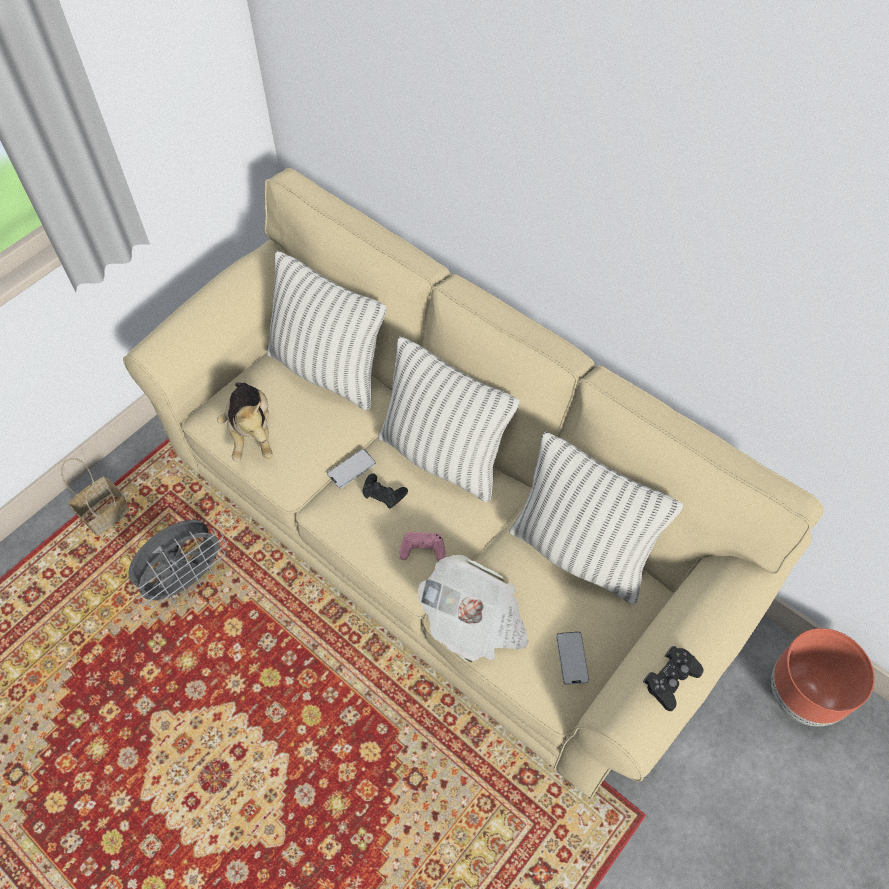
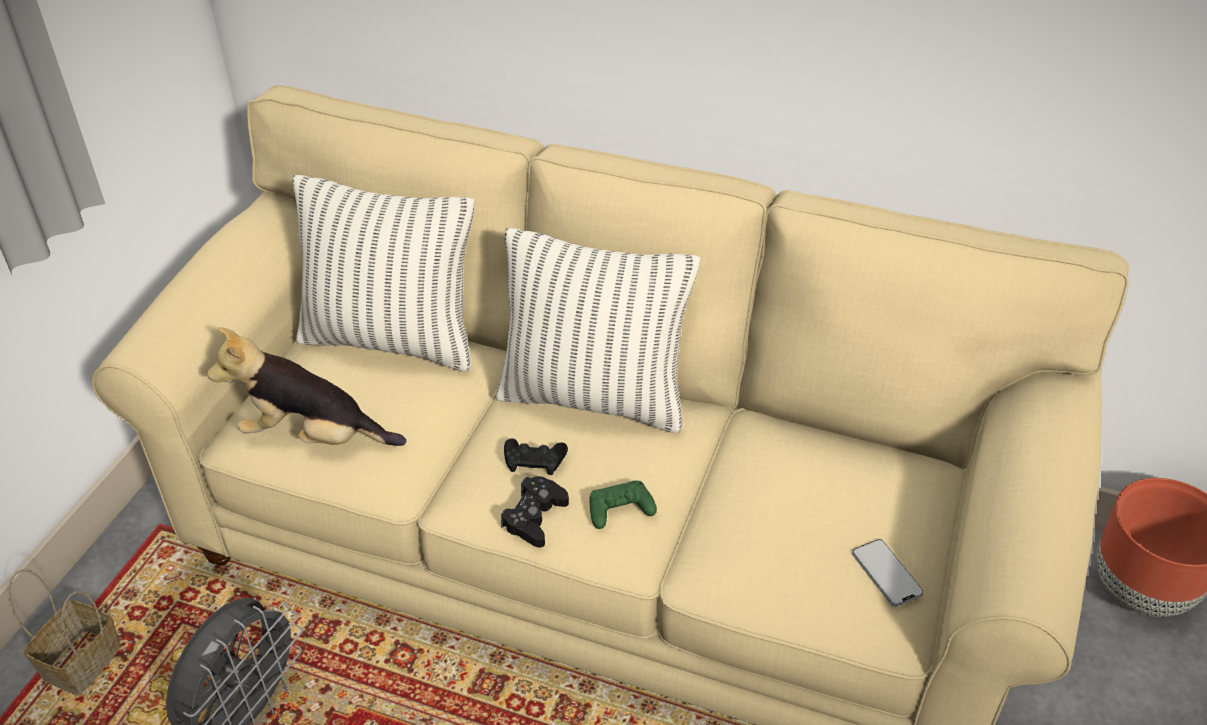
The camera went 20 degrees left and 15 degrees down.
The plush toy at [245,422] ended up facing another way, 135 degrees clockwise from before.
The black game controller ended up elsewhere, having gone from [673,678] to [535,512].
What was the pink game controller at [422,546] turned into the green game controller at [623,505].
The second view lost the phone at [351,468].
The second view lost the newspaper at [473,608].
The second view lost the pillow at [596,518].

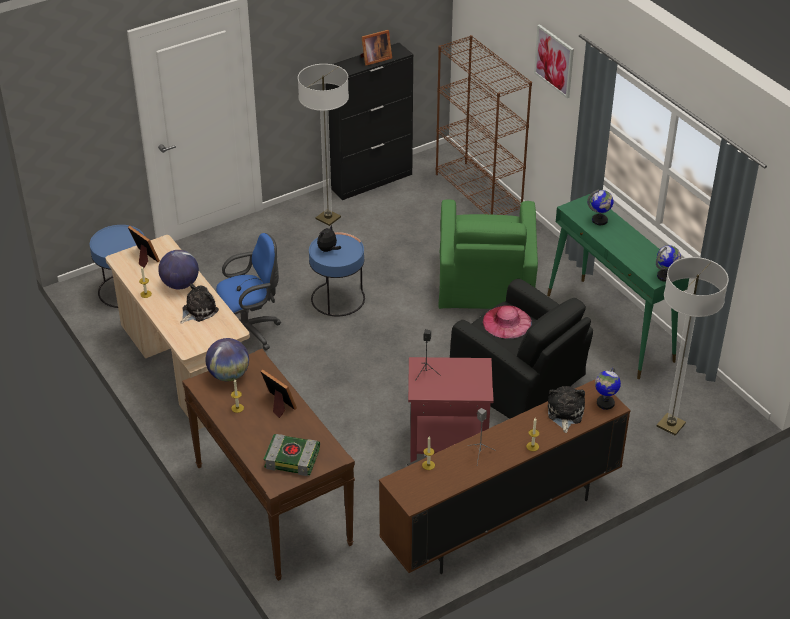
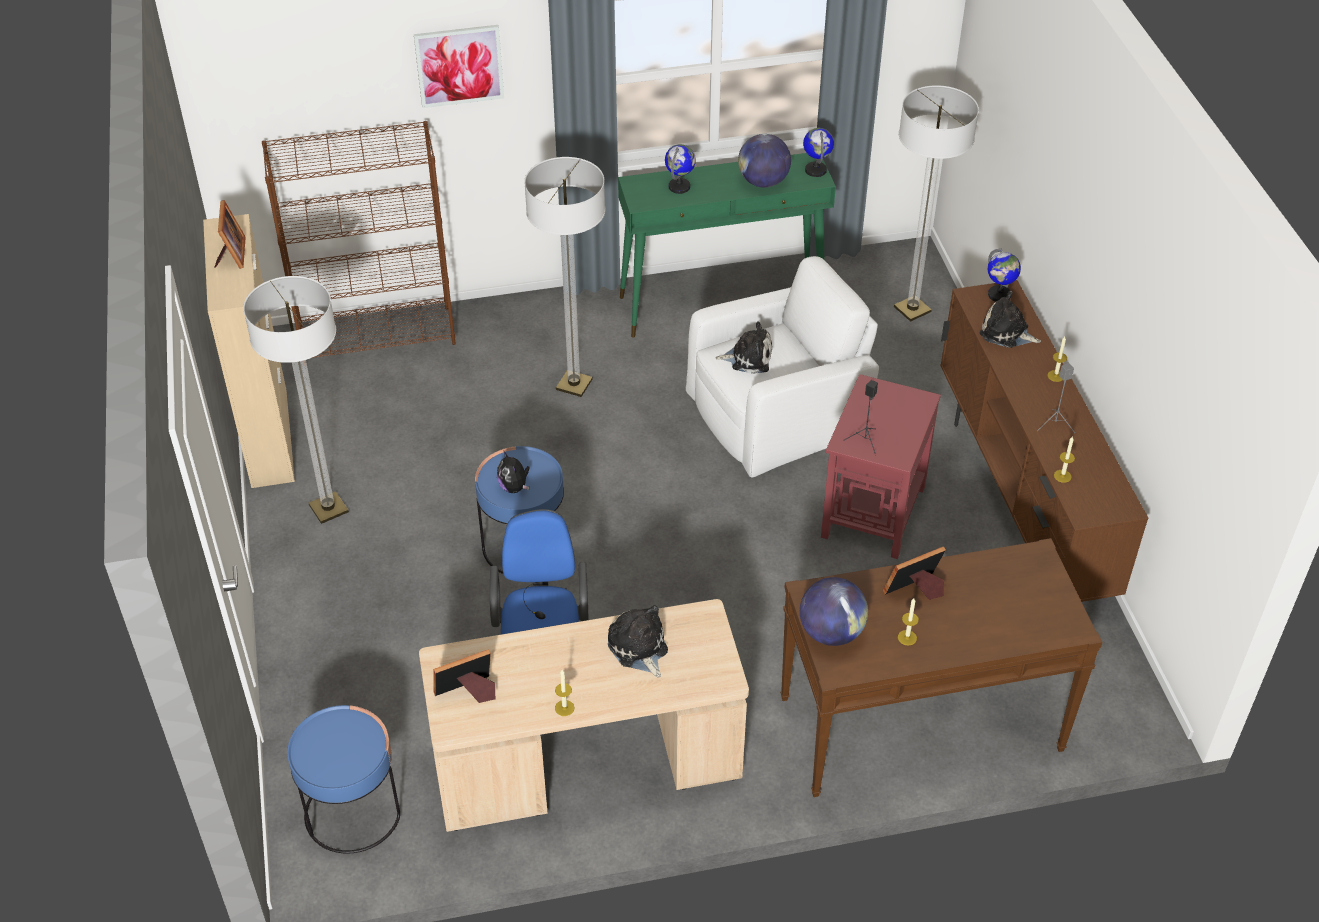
The camera went 70 degrees left and 5 degrees up.
What was the black cabinet at [369,121] turned into the beige cabinet at [249,351].
Where the green armchair stood at [488,254], the floor lamp came to stand at [564,277].
What was the black armchair at [521,349] turned into the white armchair at [782,367].
Where the pink hat stood at [507,322], the plush toy came to stand at [744,347].
The globe ended up elsewhere, having gone from [178,269] to [764,161].
The second view lost the book at [292,455].

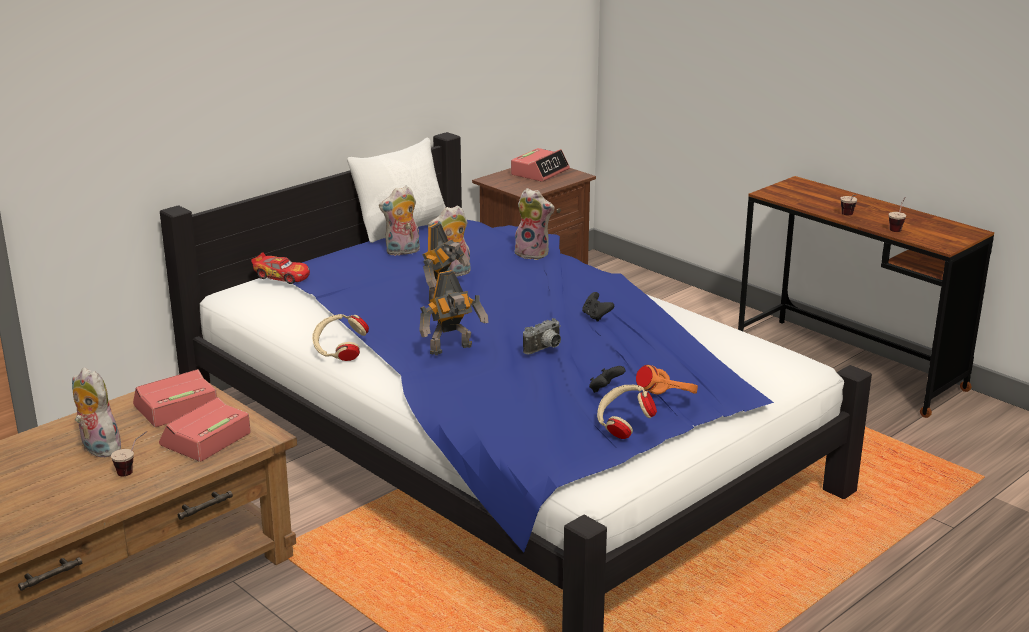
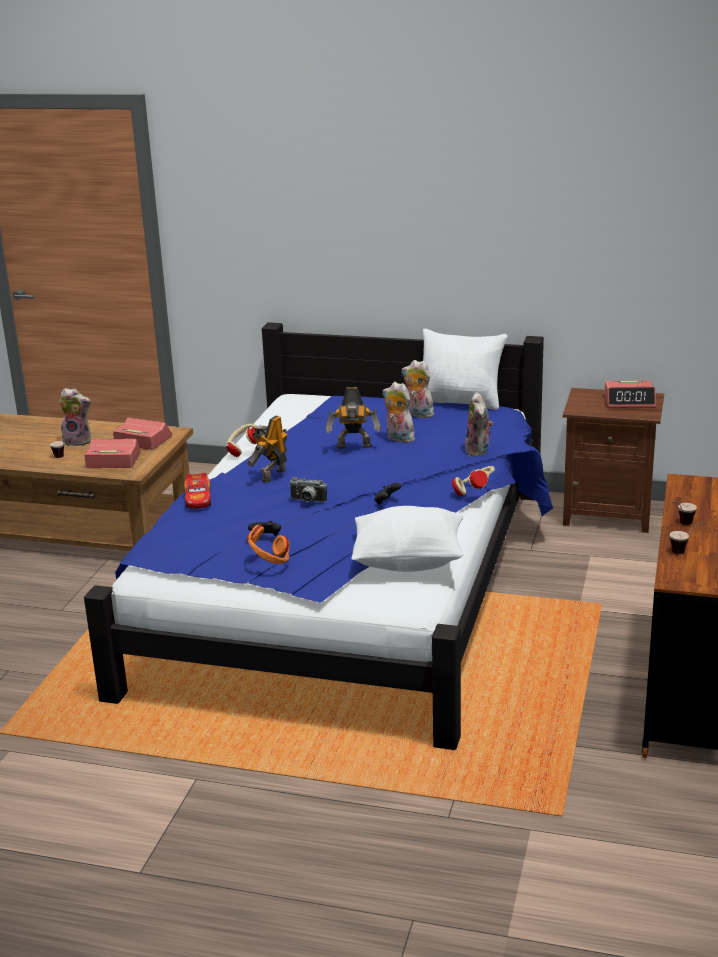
The camera went 60 degrees right and 0 degrees up.
The plush toy at [96,412] ended up facing another way, 90 degrees clockwise from before.
The toy car ended up elsewhere, having gone from [280,268] to [197,491].
The toy robot at [454,312] ended up facing another way, 90 degrees clockwise from before.
The second view gained the white pillow at [407,539].
The beige headphones ended up elsewhere, having gone from [627,412] to [473,481].

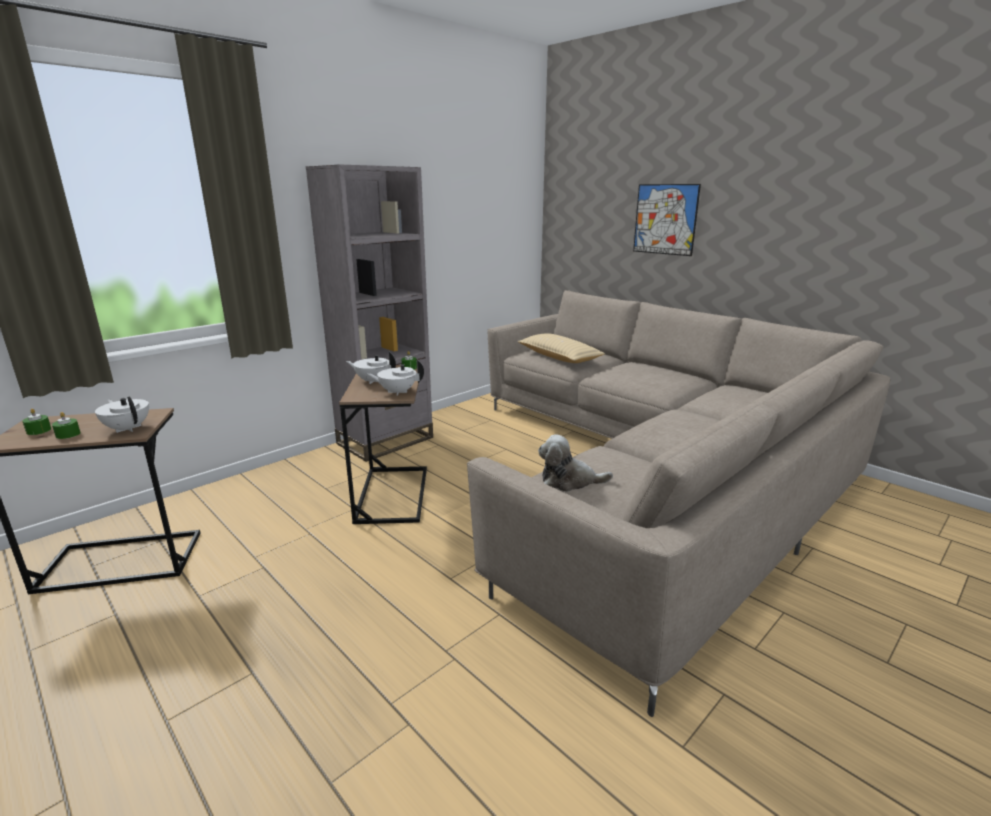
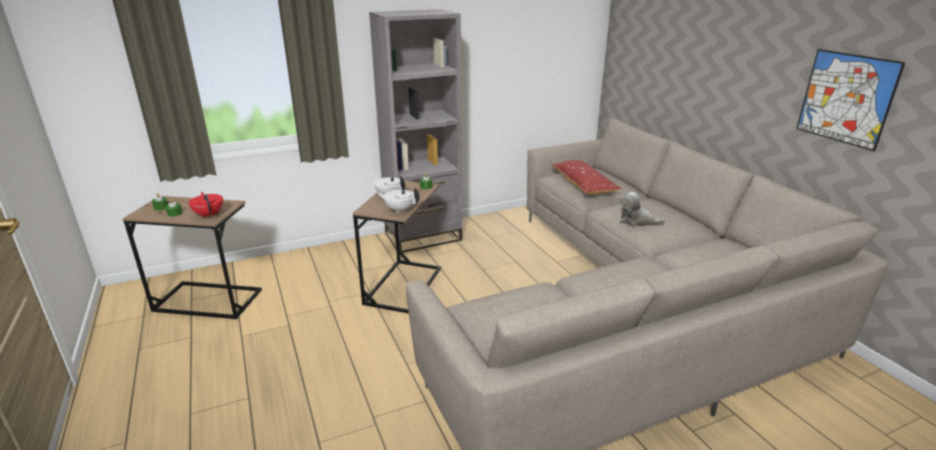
The camera went 20 degrees right and 5 degrees up.
What was the white teapot at [122,414] turned into the red teapot at [206,205].
What was the beige pillow at [561,348] turned into the red pillow at [586,177].
The plush toy ended up elsewhere, having gone from [575,463] to [642,209].
The picture ended up elsewhere, having gone from [667,220] to [850,100].

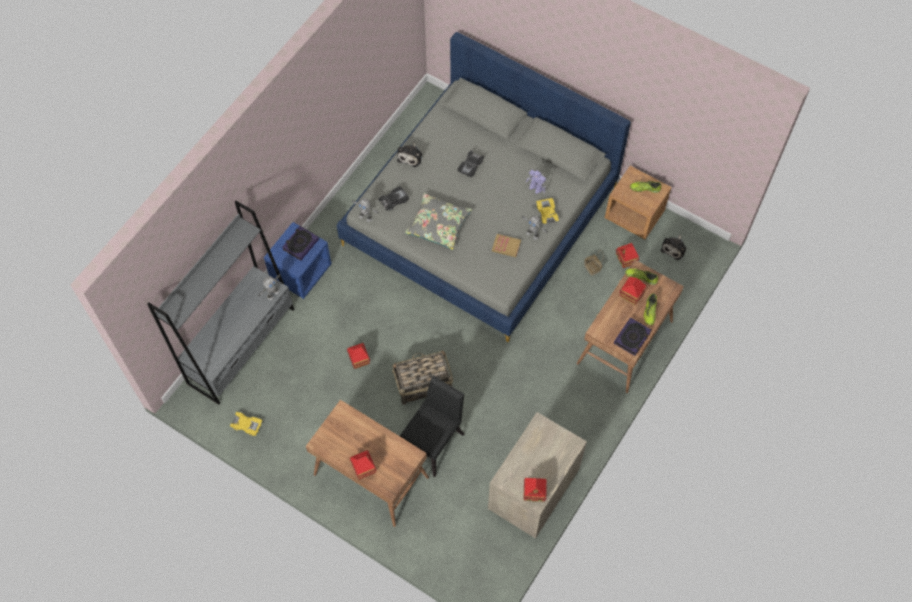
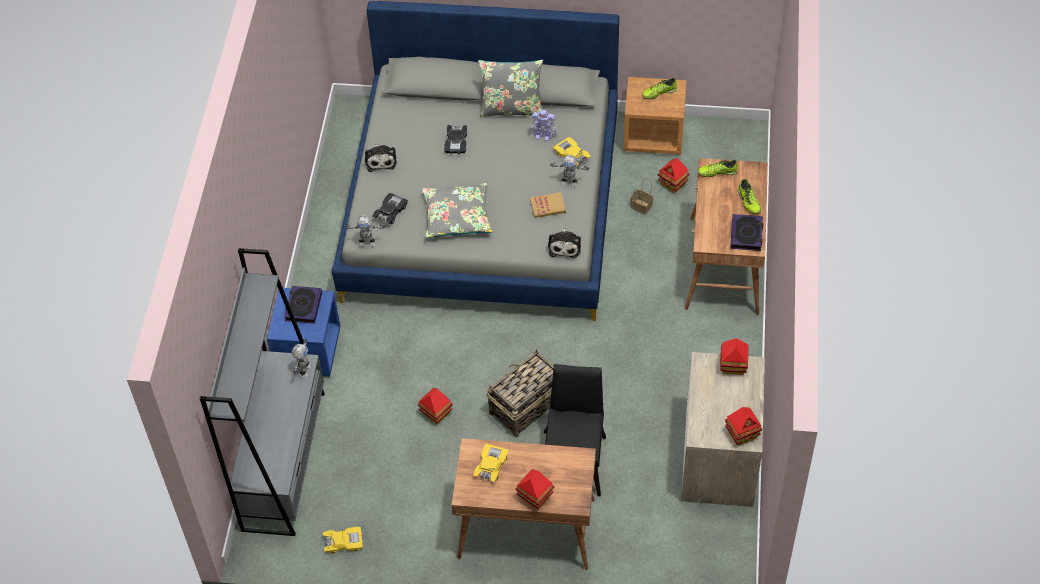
The camera went 25 degrees left and 10 degrees down.
The second view gained the yellow toy car at [490,462].
The second view gained the grey pillow at [510,88].
The plush toy ended up elsewhere, having gone from [673,247] to [564,243].
The toy house ended up elsewhere, having gone from [633,290] to [734,356].

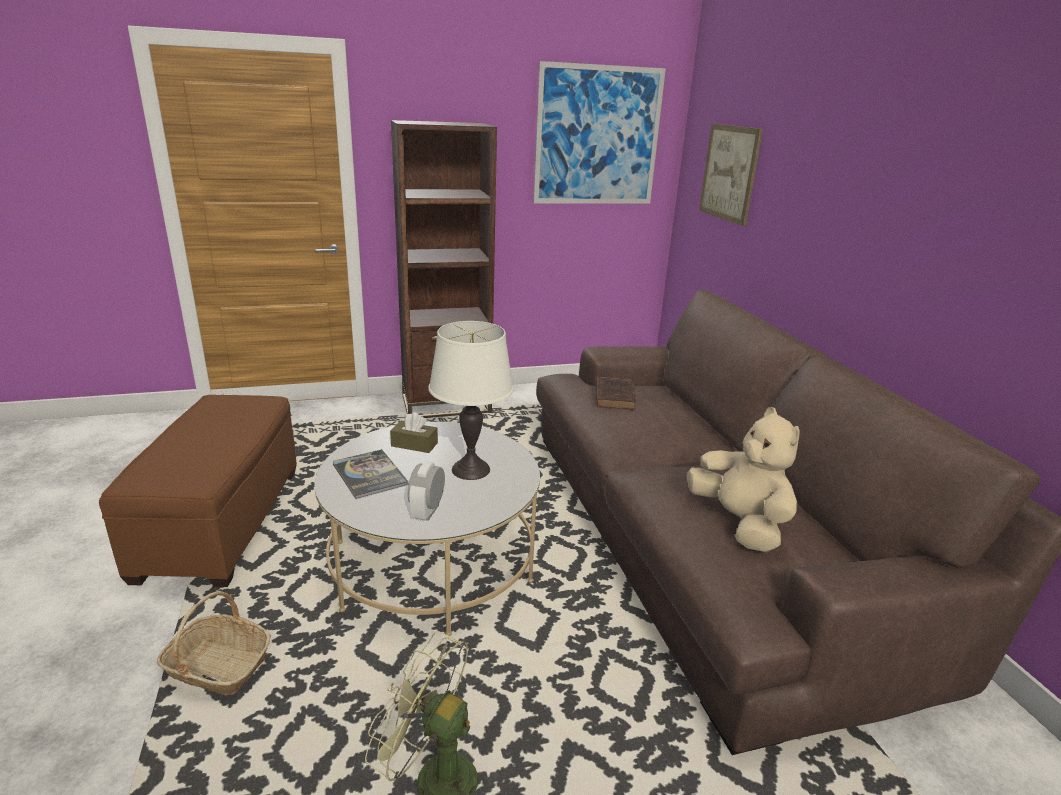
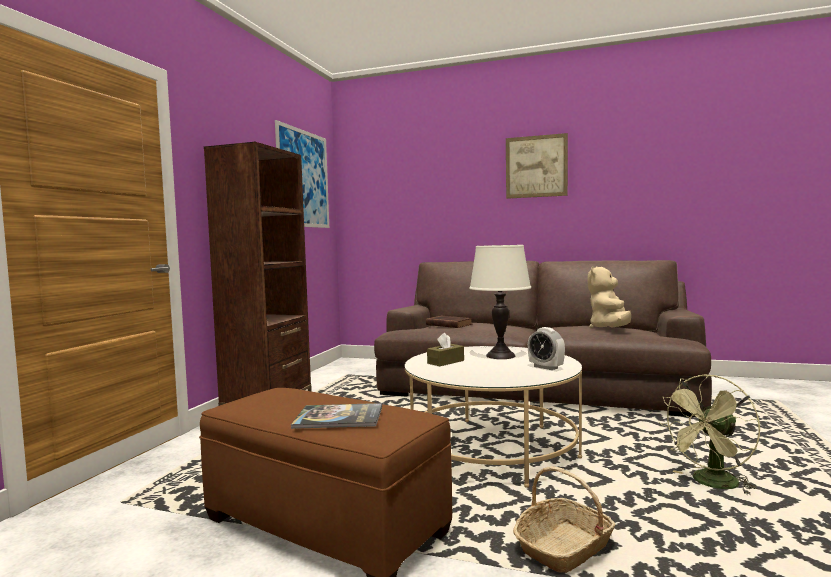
The camera went 55 degrees left and 20 degrees down.
The book ended up elsewhere, having gone from [370,474] to [336,416].
The picture ended up elsewhere, having gone from [731,174] to [537,166].
The beige plush toy at [743,479] ended up facing another way, 75 degrees counterclockwise from before.

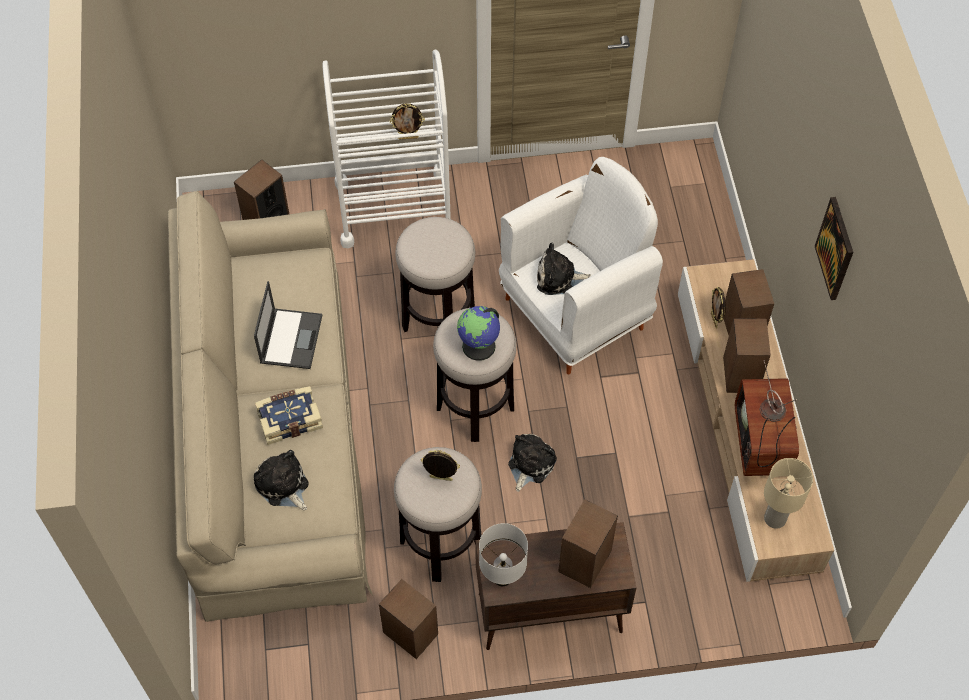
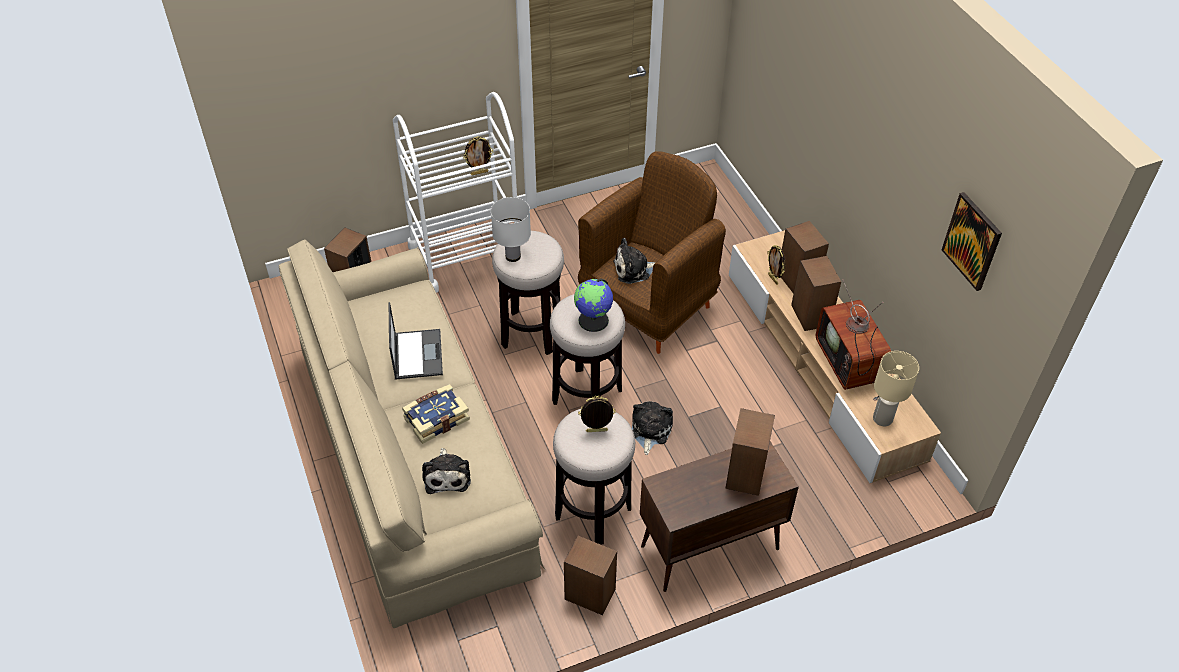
The camera went 15 degrees left and 10 degrees down.
The plush toy at [281,480] ended up facing another way, 135 degrees counterclockwise from before.
The white table lamp ended up elsewhere, having gone from [503,554] to [511,229].
What was the white armchair at [581,266] turned into the brown armchair at [652,253].
The picture ended up elsewhere, having gone from [834,248] to [972,241].

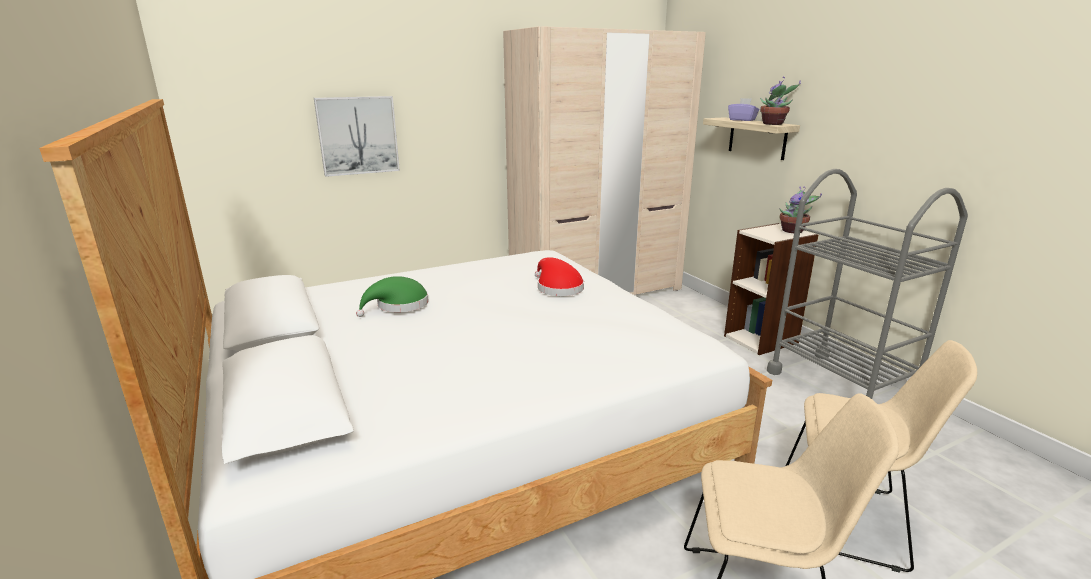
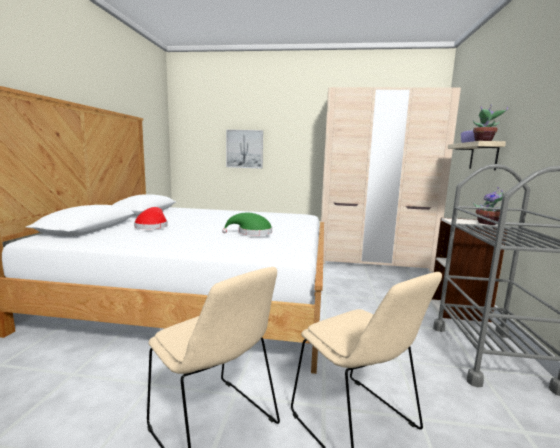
The camera went 35 degrees right and 10 degrees down.
The red hat ended up elsewhere, having gone from [559,276] to [151,218].
The green hat ended up elsewhere, having gone from [392,296] to [247,224].

